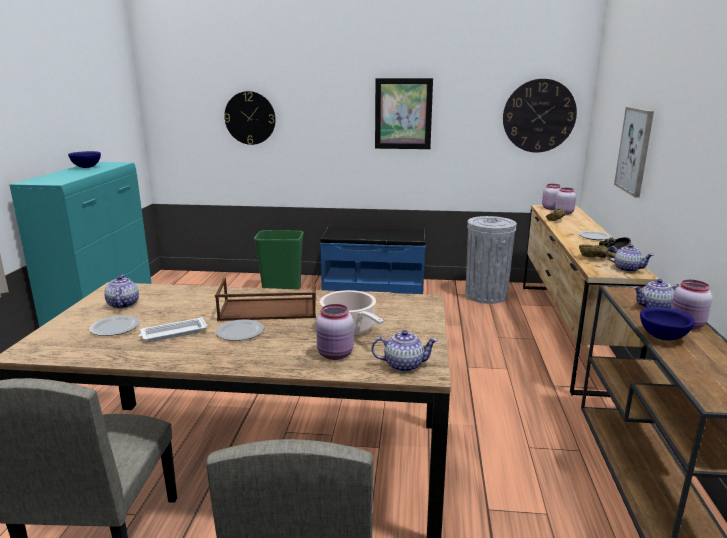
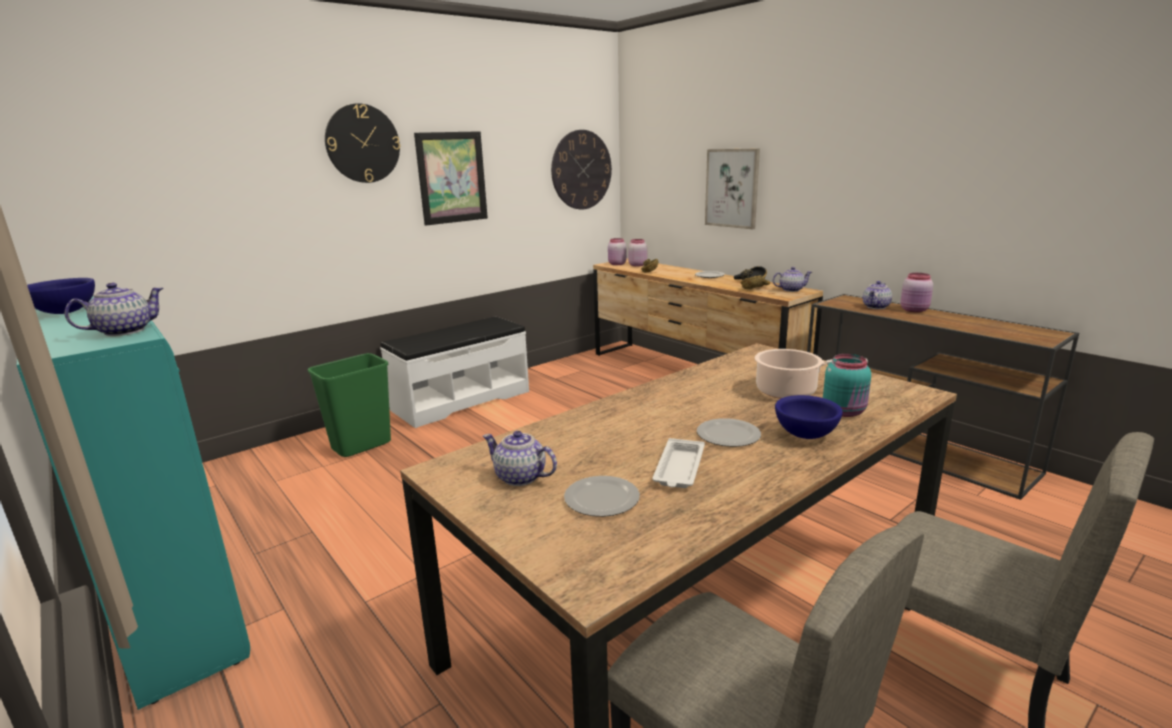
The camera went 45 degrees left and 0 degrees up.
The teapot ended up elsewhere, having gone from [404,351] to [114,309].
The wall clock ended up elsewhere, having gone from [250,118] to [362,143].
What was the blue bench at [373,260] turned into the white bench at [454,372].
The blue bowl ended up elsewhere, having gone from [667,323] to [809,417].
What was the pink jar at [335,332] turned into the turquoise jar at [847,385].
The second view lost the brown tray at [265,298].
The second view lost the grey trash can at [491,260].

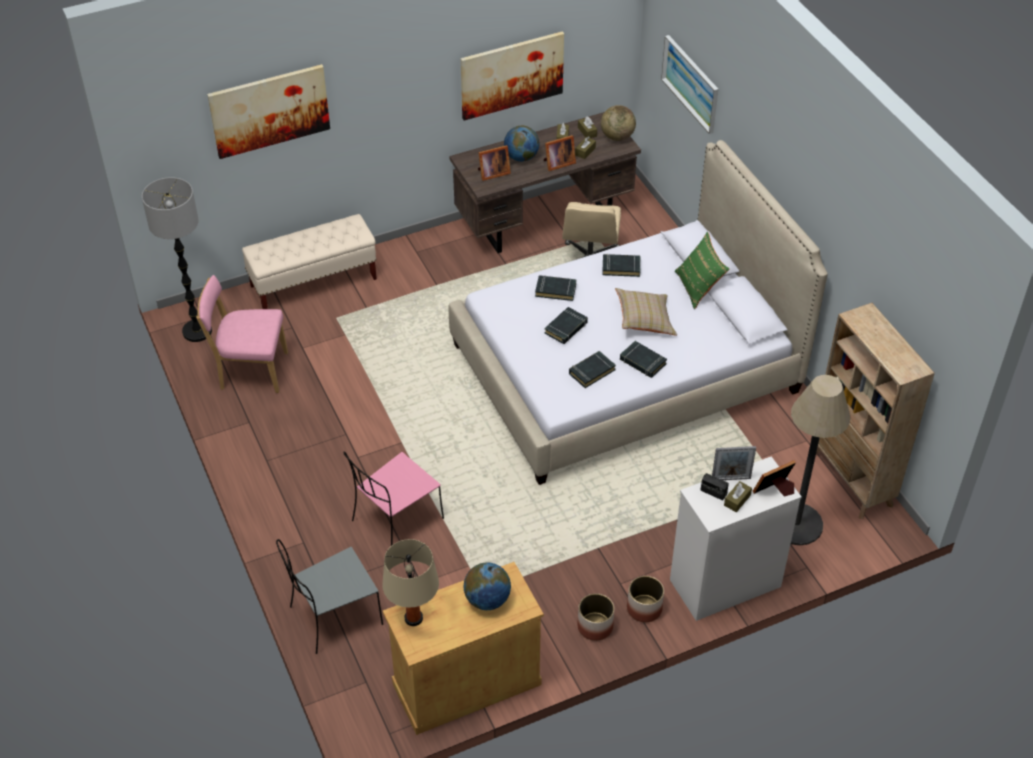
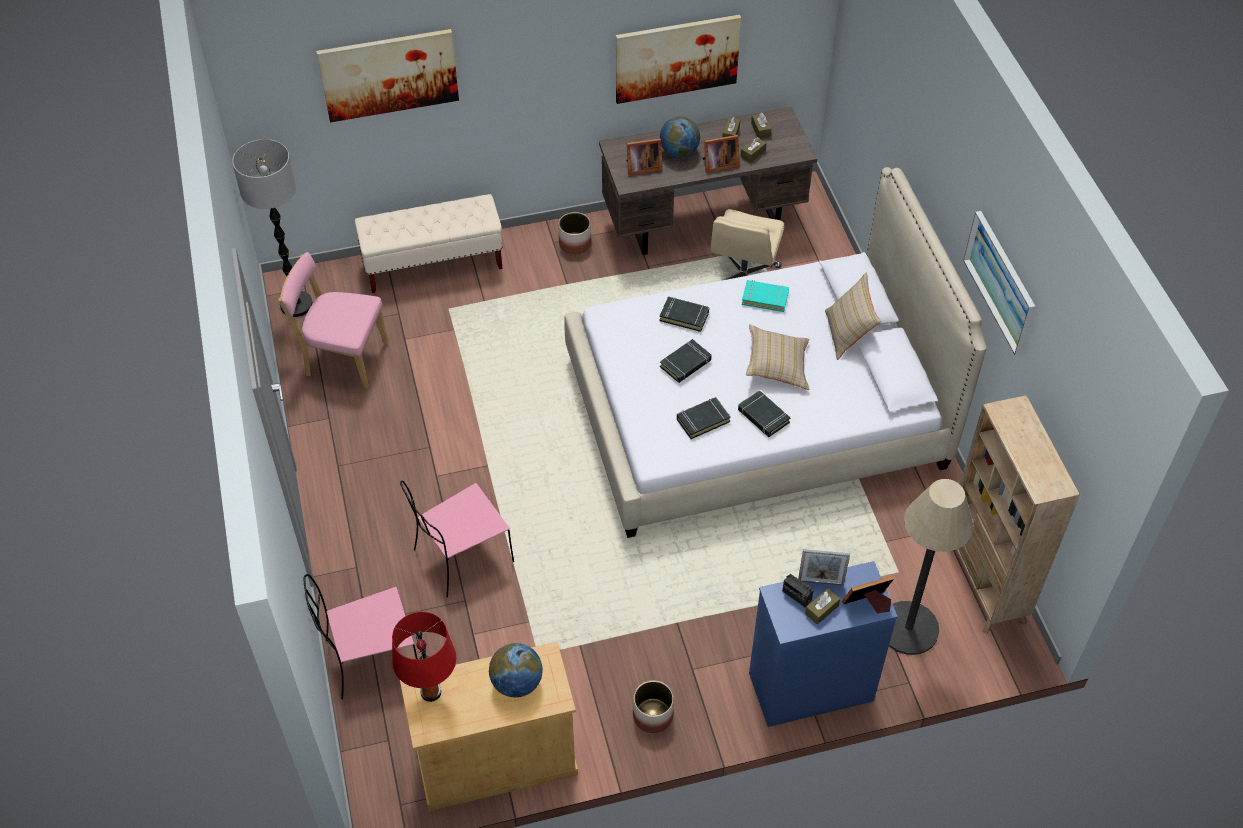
The camera went 10 degrees right and 5 degrees up.
What was the grey chair at [329,596] turned into the pink chair at [360,636].
What was the beige table lamp at [410,582] turned into the red table lamp at [424,657].
The planter ended up elsewhere, having gone from [645,599] to [574,233].
What was the black book at [621,265] turned into the turquoise book at [765,296].
What was the white dresser at [736,538] turned into the blue dresser at [823,644].
What was the green pillow at [702,270] turned into the beige pillow at [853,316].
The picture ended up elsewhere, having gone from [689,84] to [999,283].
The second view lost the globe at [618,123].

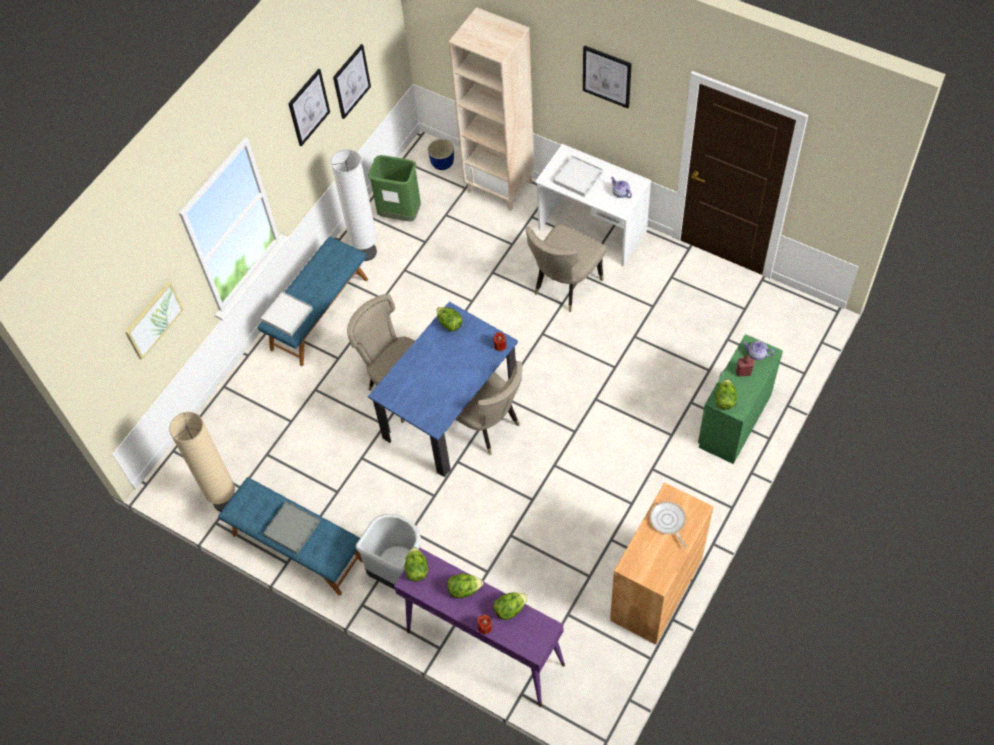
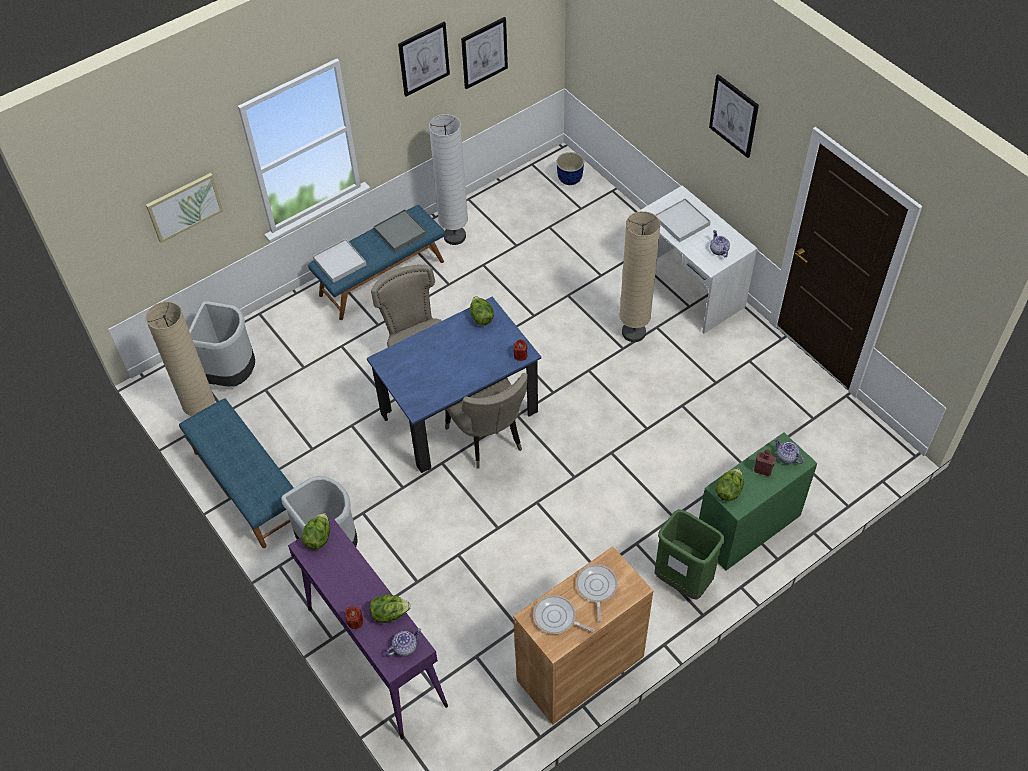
The camera went 20 degrees right and 5 degrees down.
The second view gained the grey trash can at [222,343].
The grey tray ended up elsewhere, having gone from [291,527] to [400,230].
The second view gained the teapot at [404,642].
The second view gained the frying pan at [564,614].
Where the beige chair stood at [566,267], the beige floor lamp came to stand at [639,276].
The green trash can ended up elsewhere, having gone from [394,188] to [689,554].
The second view lost the beige bookcase at [491,108].
The second view lost the lettuce at [466,585].

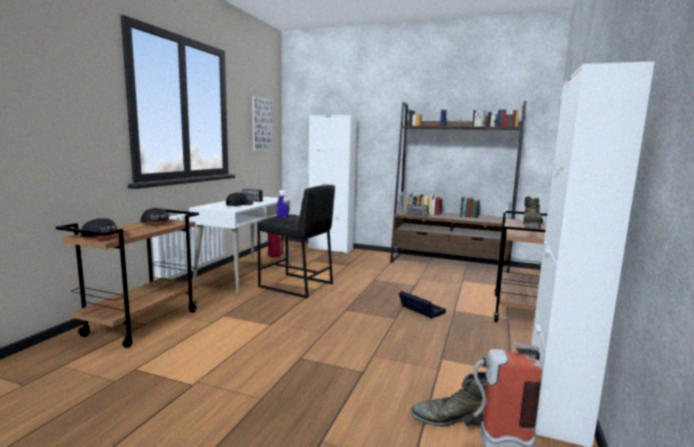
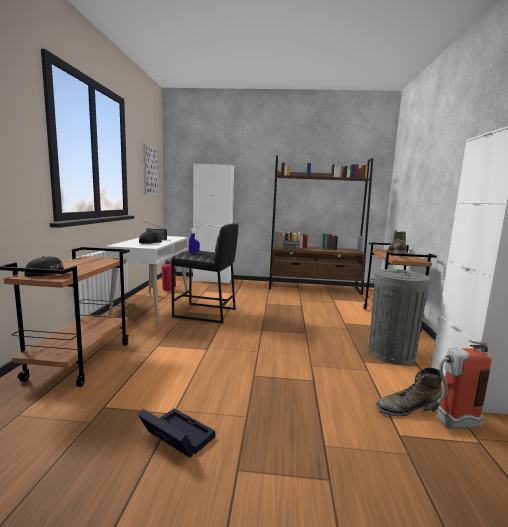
The camera went 15 degrees left and 0 degrees up.
The black storage box ended up elsewhere, having gone from [422,304] to [176,433].
The second view gained the grey trash can at [400,317].
The second view lost the cap at [156,216].

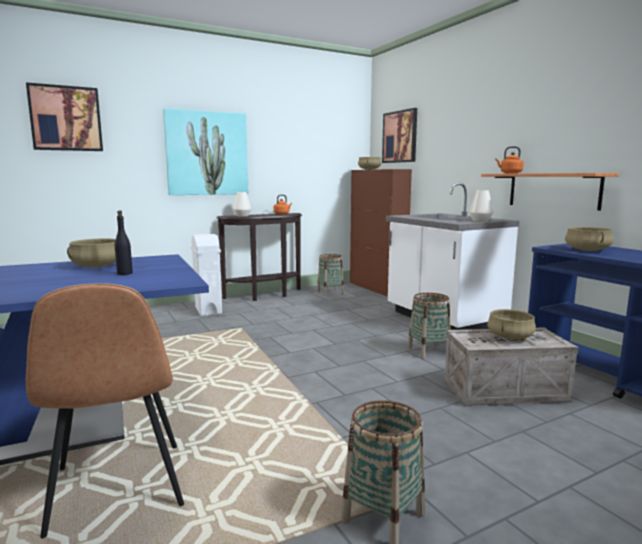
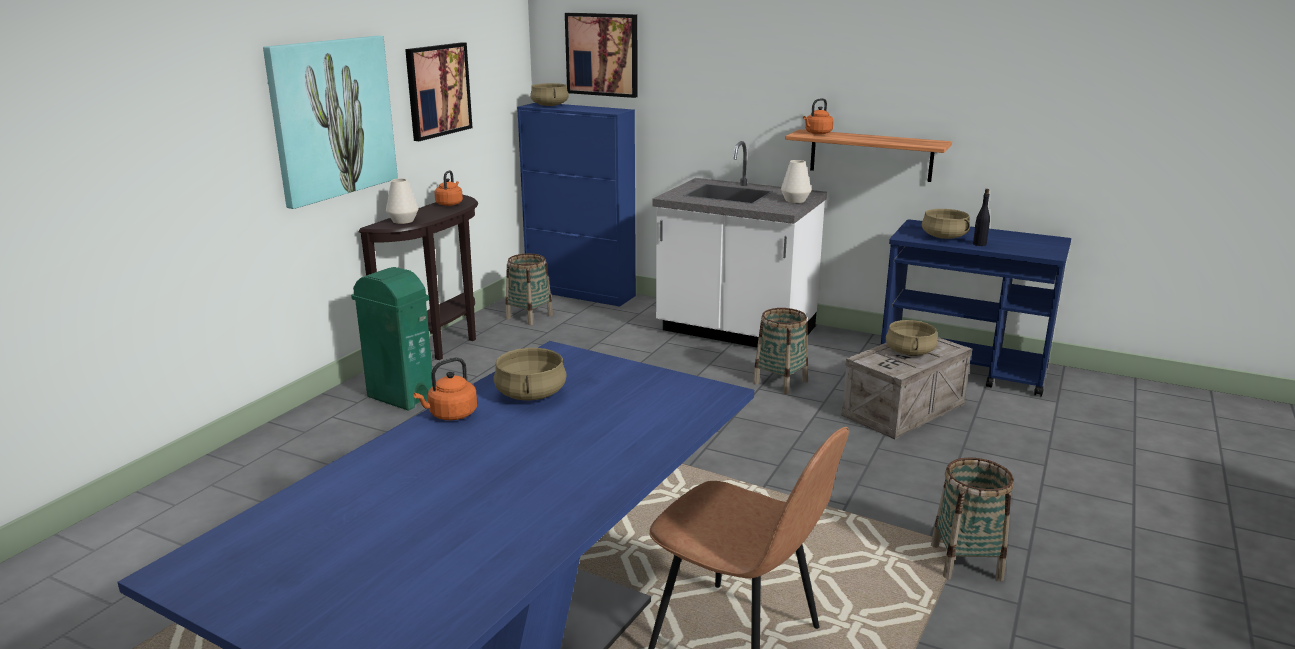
The camera went 35 degrees left and 10 degrees up.
What was the white trash can at [206,275] turned into the green trash can at [391,339].
The picture ended up elsewhere, having gone from [64,116] to [438,91].
The second view gained the orange kettle at [445,388].
What was the brown cabinet at [381,233] turned into the blue cabinet at [576,205].
The black bottle ended up elsewhere, having gone from [124,243] to [981,217].

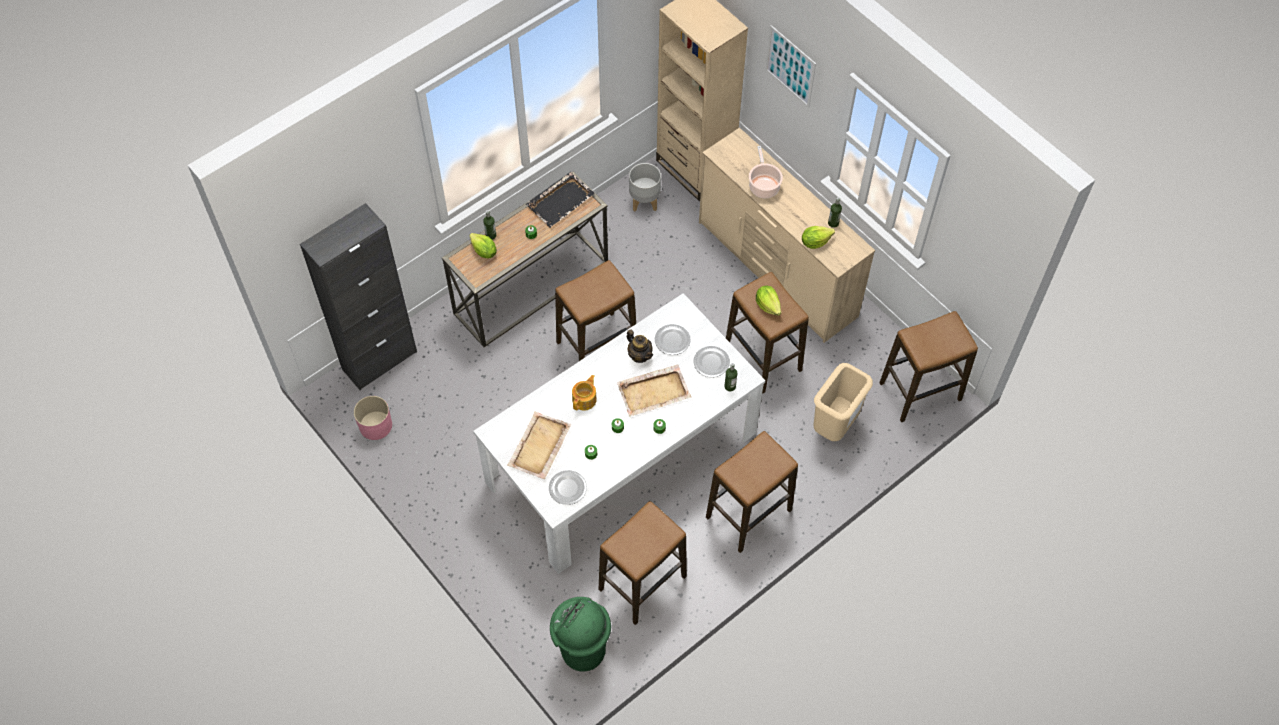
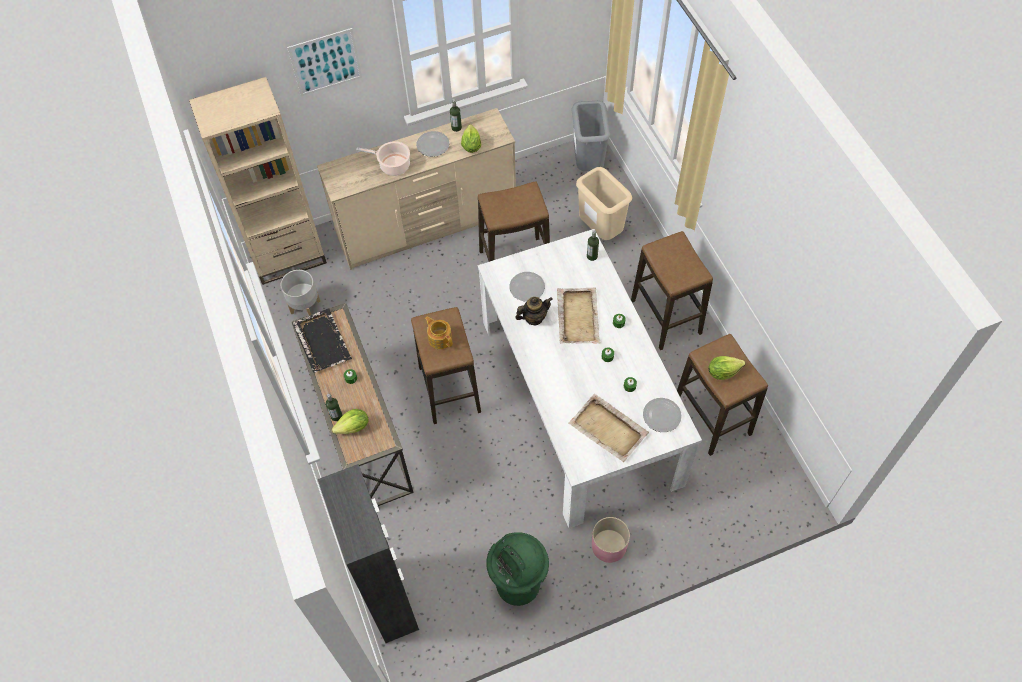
The camera went 70 degrees left and 0 degrees up.
The plate ended up elsewhere, having gone from [712,361] to [432,144].
The teapot ended up elsewhere, having gone from [584,393] to [439,332].
The green trash can ended up elsewhere, having gone from [580,634] to [517,569].
Where the stool stood at [928,366], the grey trash can came to stand at [591,136].
The pink planter ended up elsewhere, having gone from [373,418] to [611,540].
The lettuce ended up elsewhere, having gone from [768,301] to [726,368].

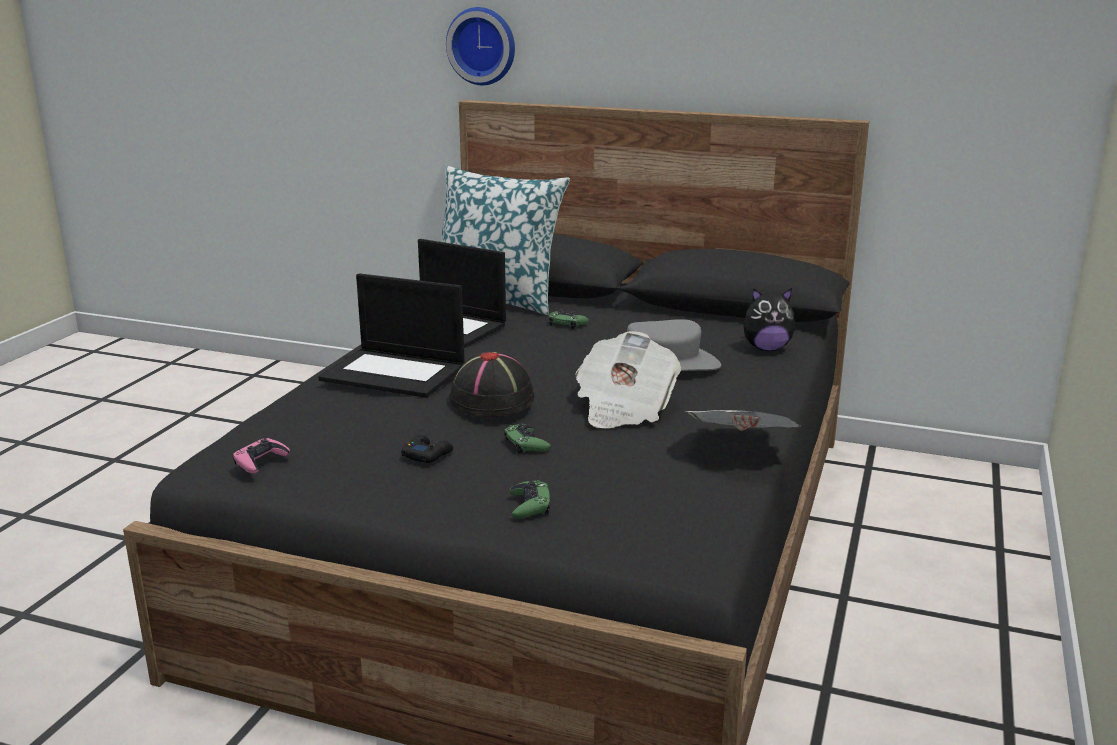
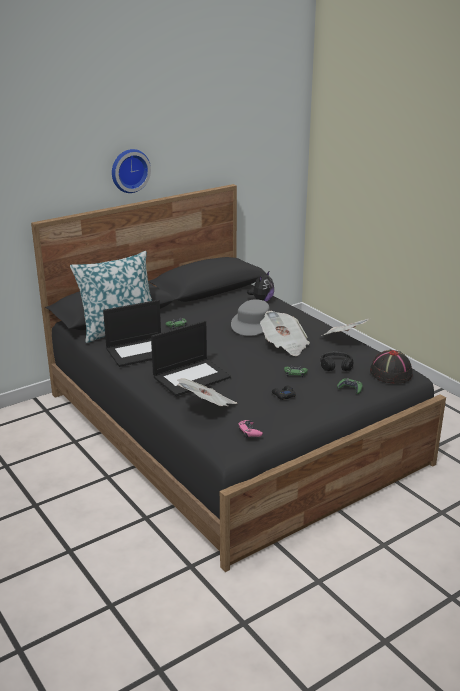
The camera went 55 degrees left and 5 degrees up.
The wall clock ended up elsewhere, having gone from [480,46] to [131,171].
The second view gained the newspaper at [207,392].
The second view gained the black headphones at [336,361].
The black hat ended up elsewhere, having gone from [492,384] to [391,367].

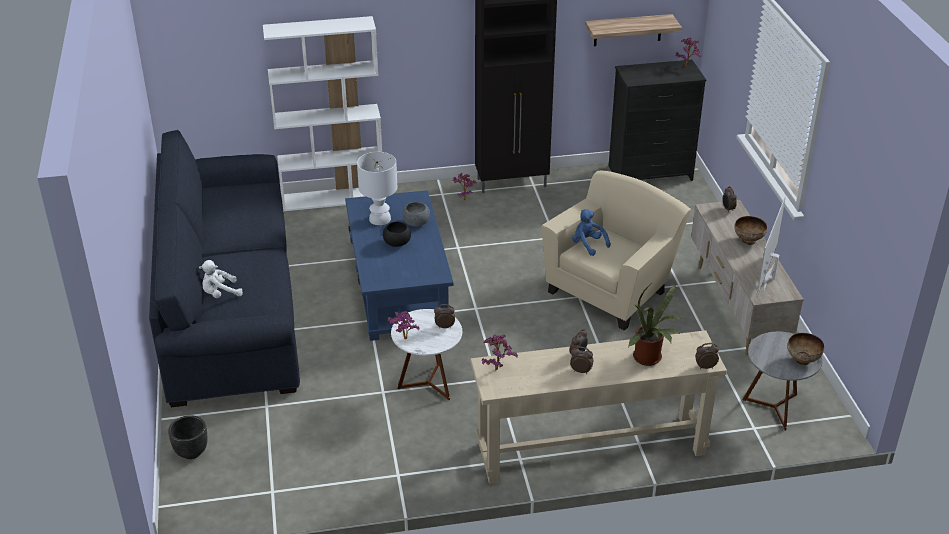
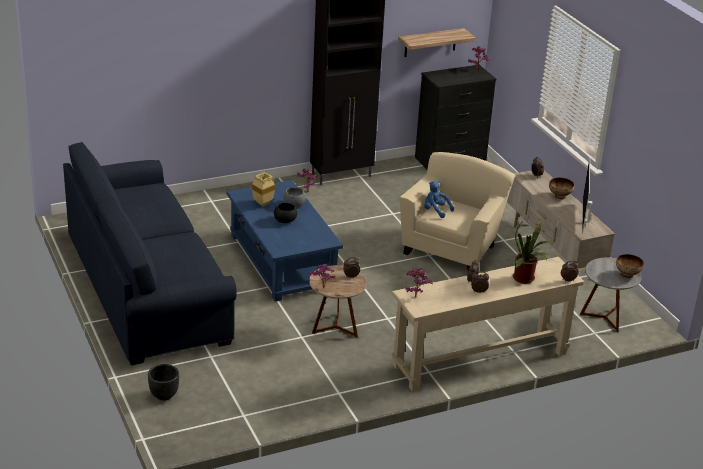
The camera went 15 degrees left and 5 degrees down.
Where the white table lamp stood at [377,188], the beige vase came to stand at [263,189].
What was the white side table at [426,354] turned into the brown side table at [338,301].
The second view lost the white plush toy at [221,279].
The second view lost the white bookcase at [322,113].

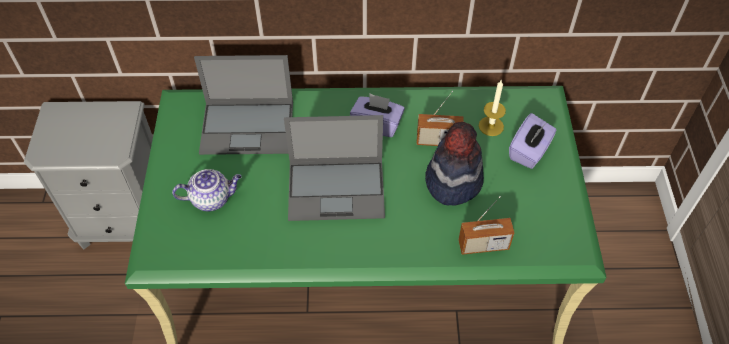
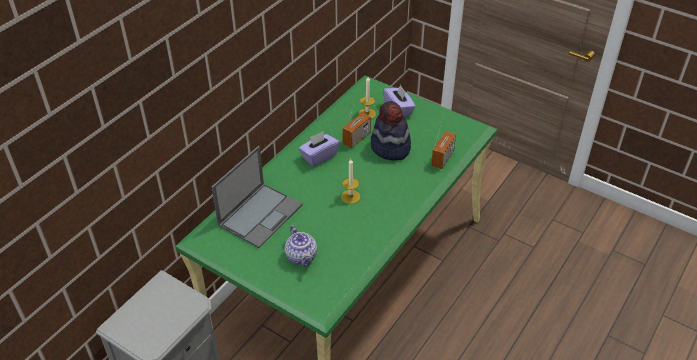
The camera went 55 degrees left and 10 degrees down.
The teapot at [207,190] ended up facing another way, 135 degrees clockwise from before.
Where the laptop stood at [334,168], the candle came to stand at [350,181].

